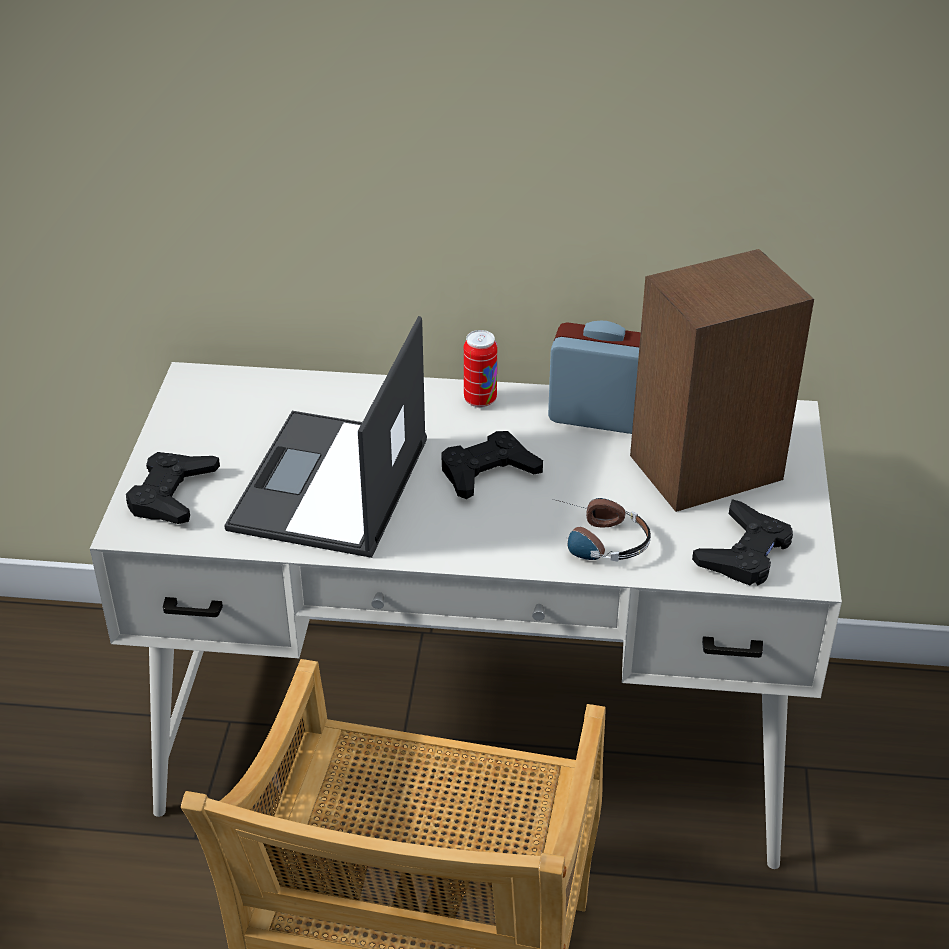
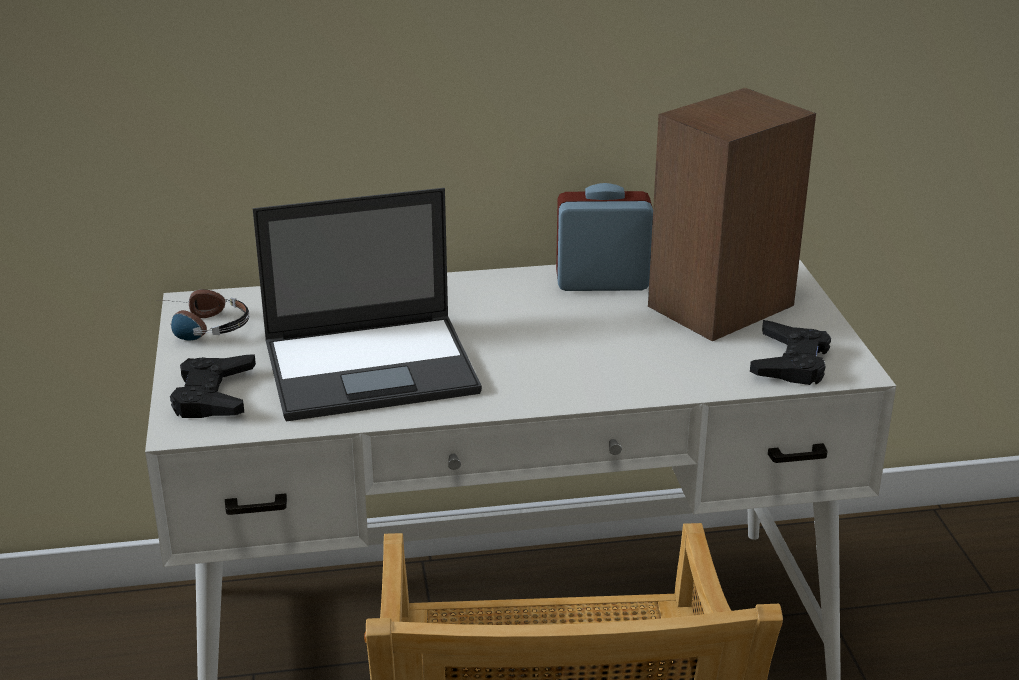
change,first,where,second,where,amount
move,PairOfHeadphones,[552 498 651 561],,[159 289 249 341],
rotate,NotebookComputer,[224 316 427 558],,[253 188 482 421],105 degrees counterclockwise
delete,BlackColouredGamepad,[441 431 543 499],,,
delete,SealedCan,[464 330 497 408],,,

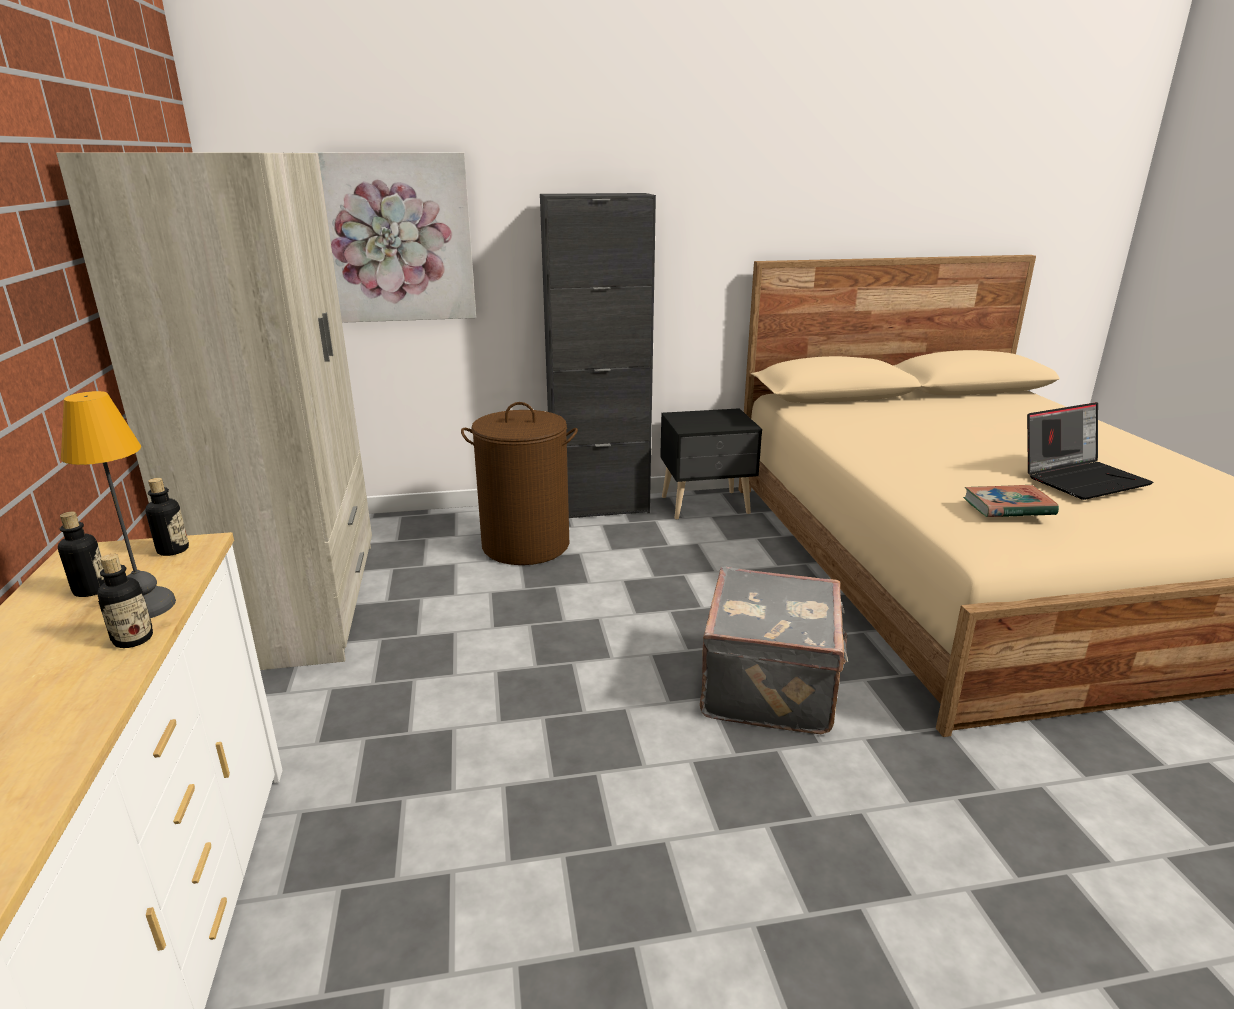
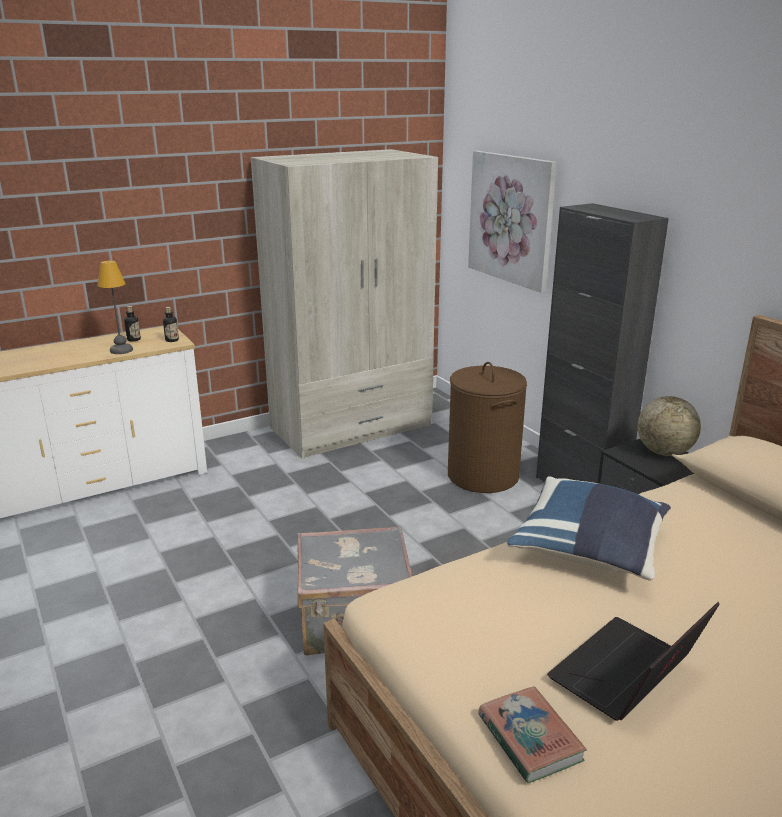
change,first,where,second,where,amount
move,BoundBook,[963 485 1059 517],,[478 686 587 784],
insert,,,BlueColouredThrowPillow,[507 476 671 581],
rotate,NotebookComputer,[1027 402 1153 500],,[547 602 720 721],90 degrees clockwise
insert,,,Globe,[637 396 701 456],
delete,DrinkBottle,[97 554 153 648],,,

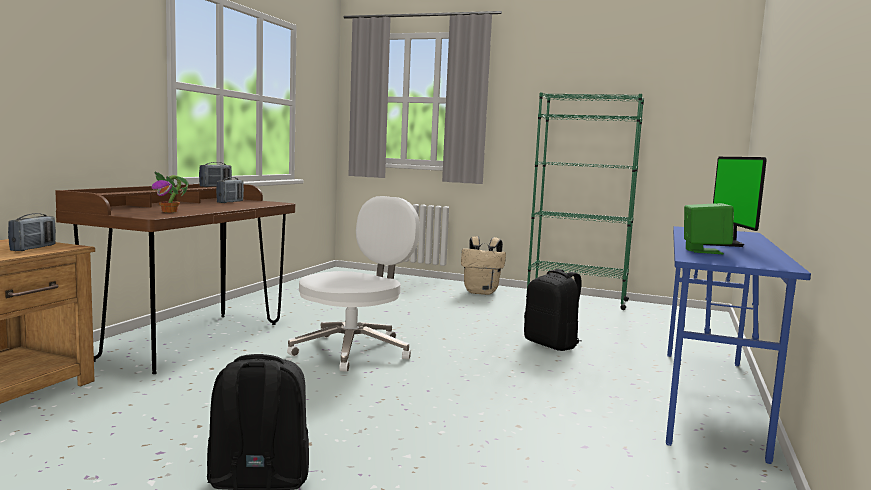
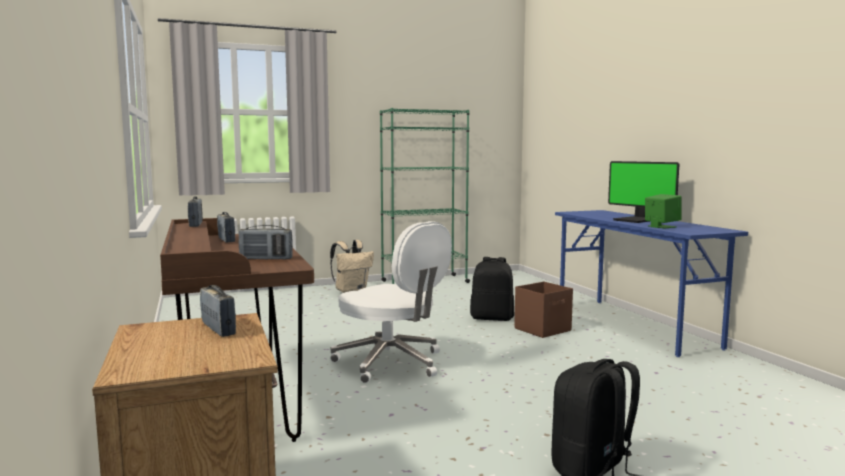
change,first,where,second,where,amount
replace,PlantInAPot,[151 171 189 213],RadioSet,[239 225 293 260],
rotate,WhitishComputerChair,[287 196 420 372],,[330 221 452 383],135 degrees clockwise
insert,,,BrownStorageBin,[514 282 573 338],

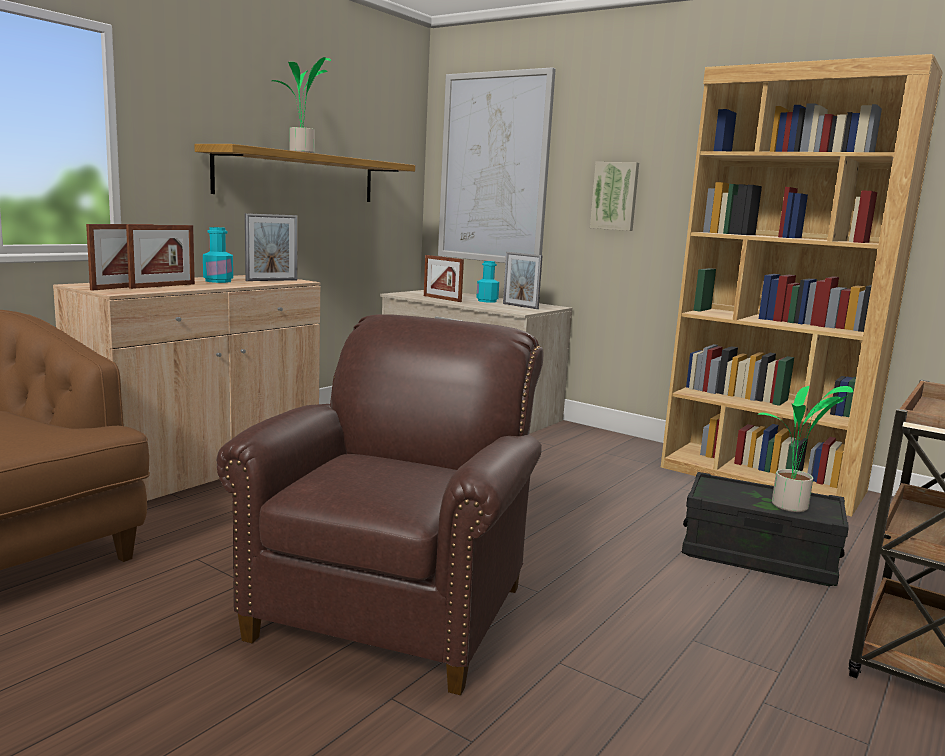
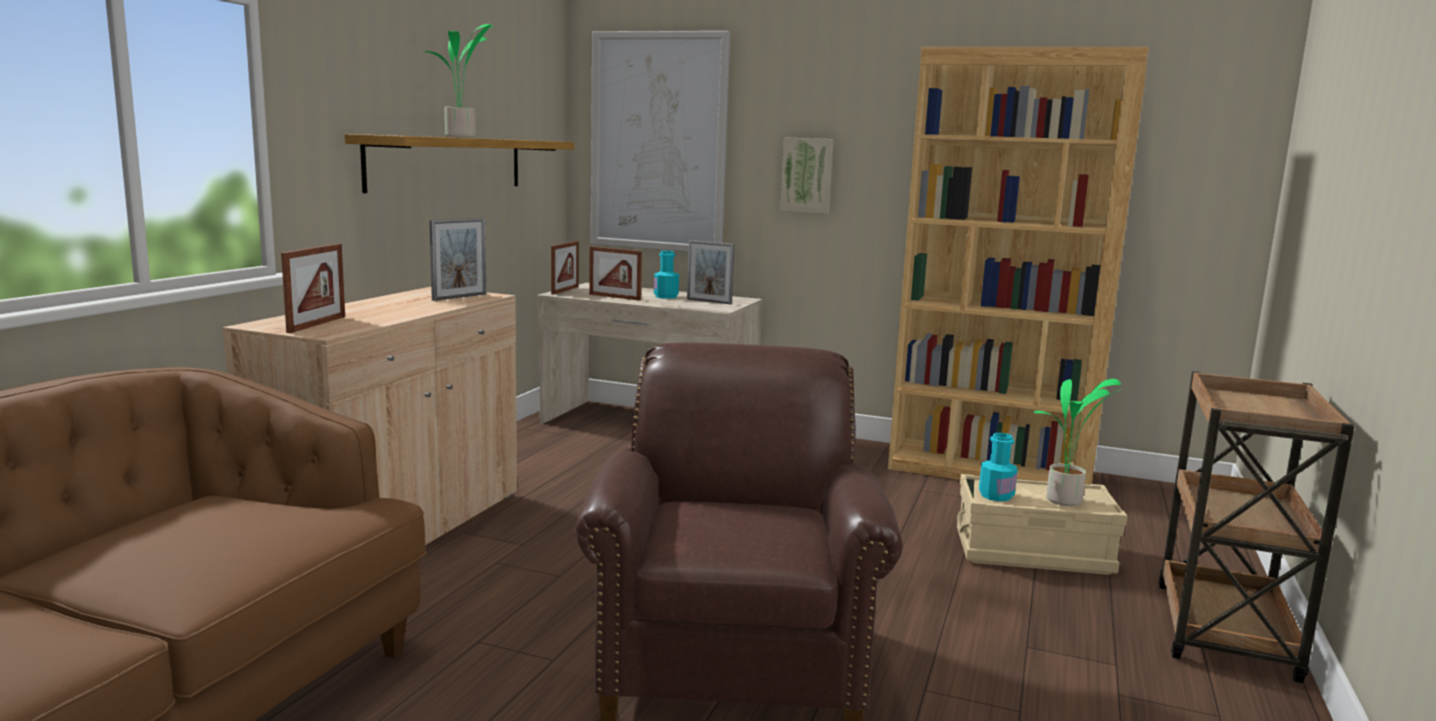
change,first,where,second,where,amount
move,PictureFrame,[126 225 195 289],,[551 241 579 295],
recolor,BlackColouredStorageBin,[682 472 849 586],SandColouredStorageBin,[957 474 1127 575],
move,TurquoiseDrinkBottle,[203 227 233 283],,[979 433 1018 501],

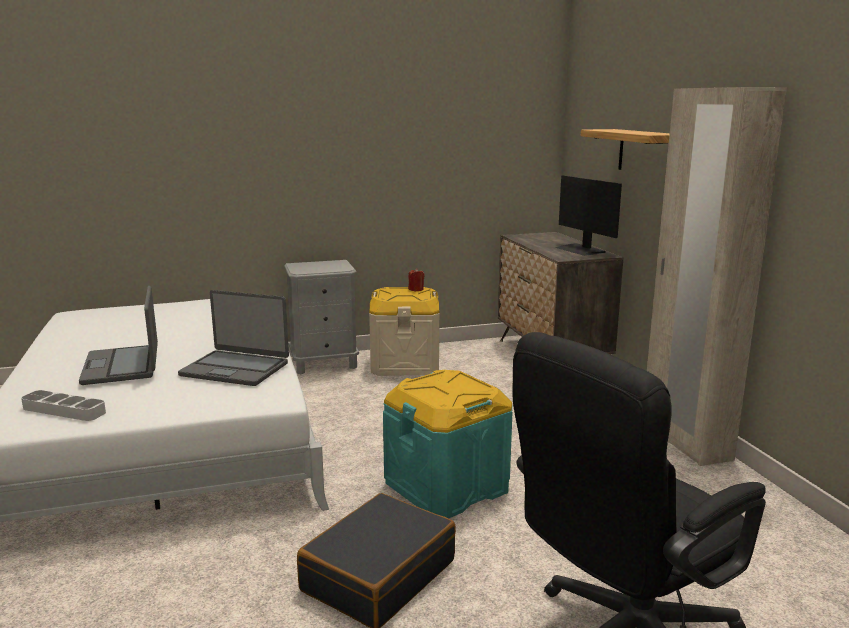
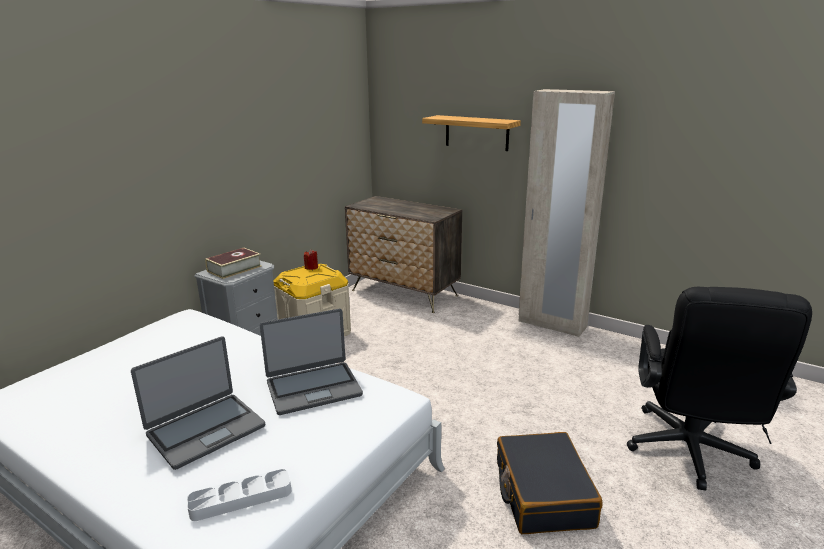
change,first,where,second,where,amount
rotate,NotebookComputer,[79 286 158 385],,[131 336 265 470],75 degrees counterclockwise
insert,,,BoundBook,[205 248 262 279],
delete,TurquoiseStorageBin,[383 370 512 518],,,
delete,Monitor,[555 175 622 256],,,

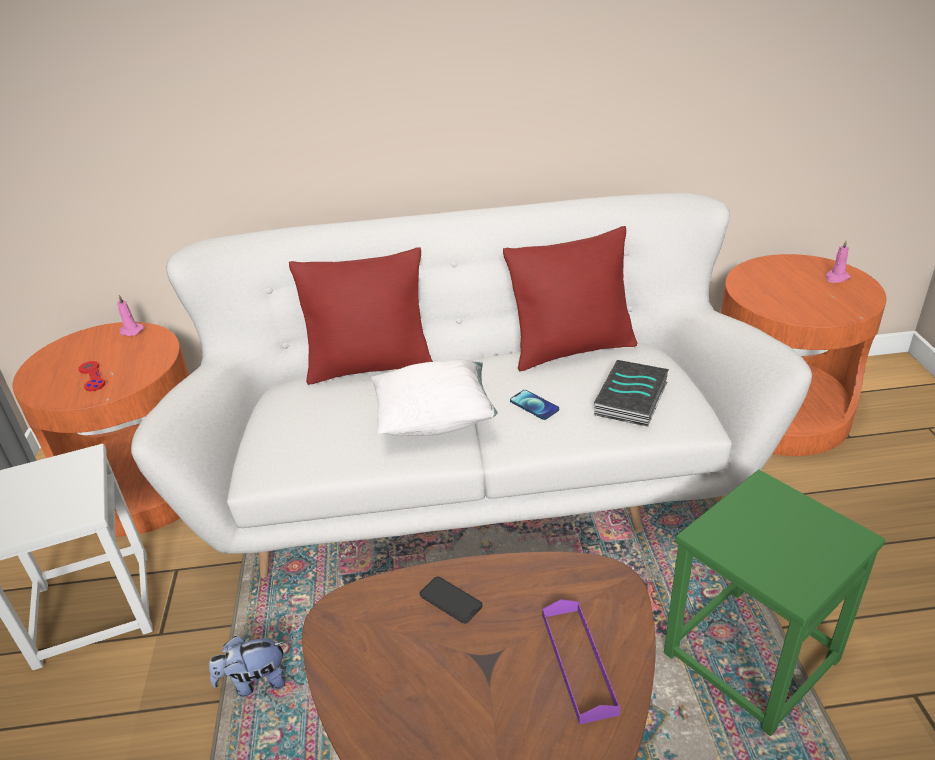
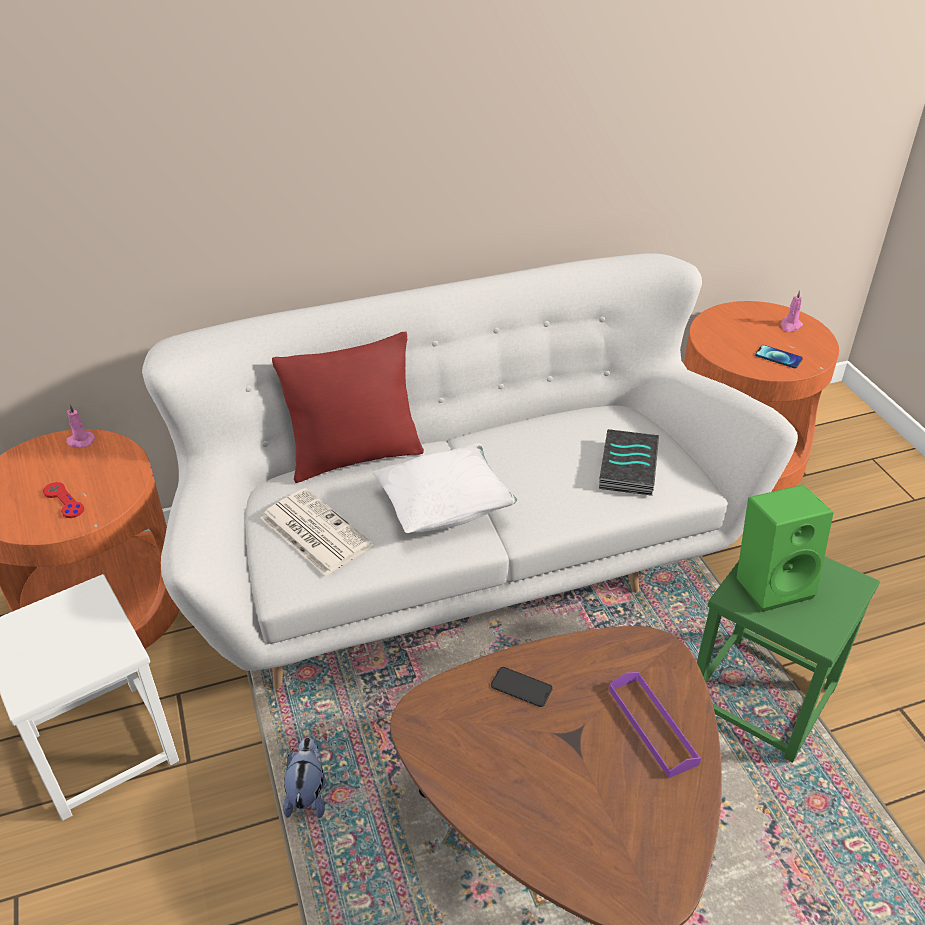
change,first,where,second,where,amount
insert,,,Newspaper,[261 488 373 576],
rotate,SoftToy,[209 636 285 697],,[283 737 326 818],120 degrees clockwise
insert,,,GreenishAudioSpeaker,[736 484 834 612],
move,Phone,[510 390 559 420],,[755 345 803 368],
delete,RedThrowPillow,[503 226 637 372],,,

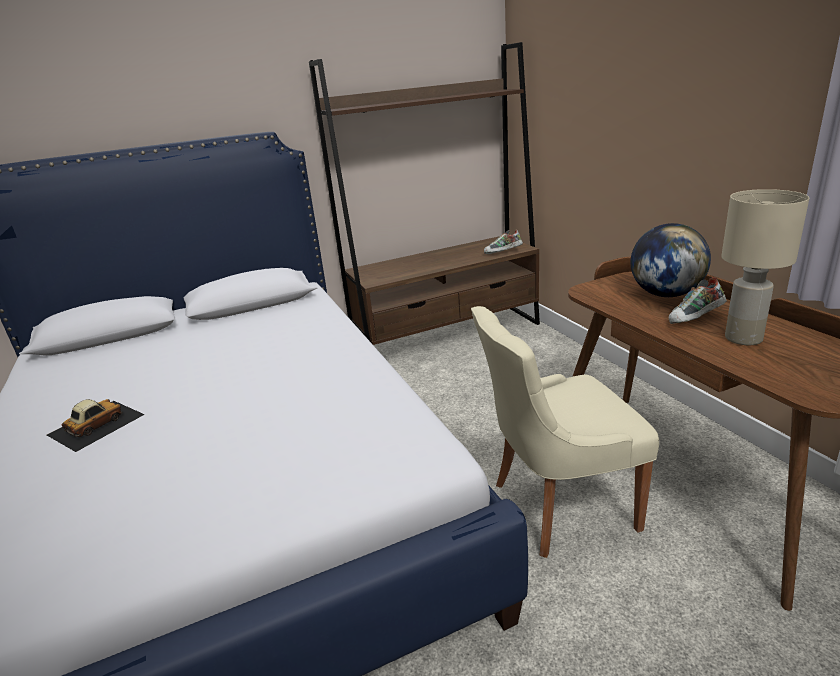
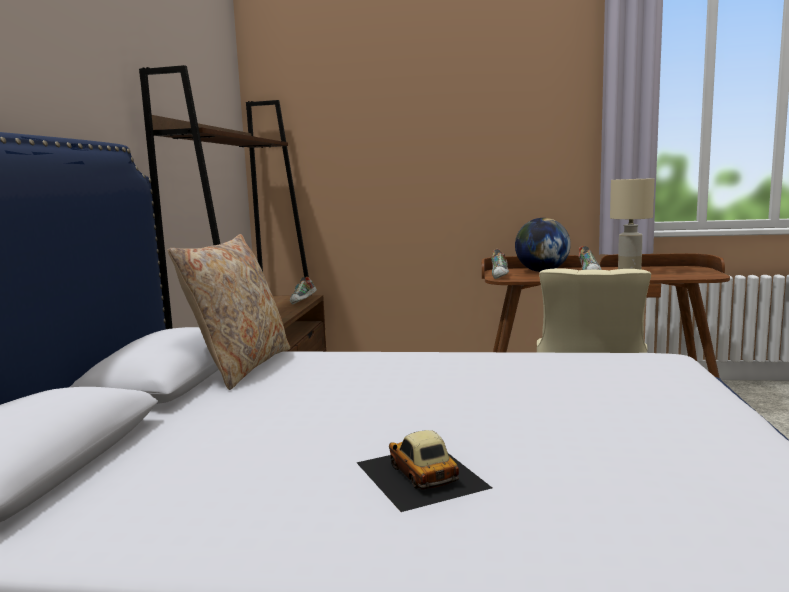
change,first,where,second,where,amount
insert,,,SandColouredThrowPillow,[168 234 291 390],
insert,,,Shoe,[491 249 509 279],

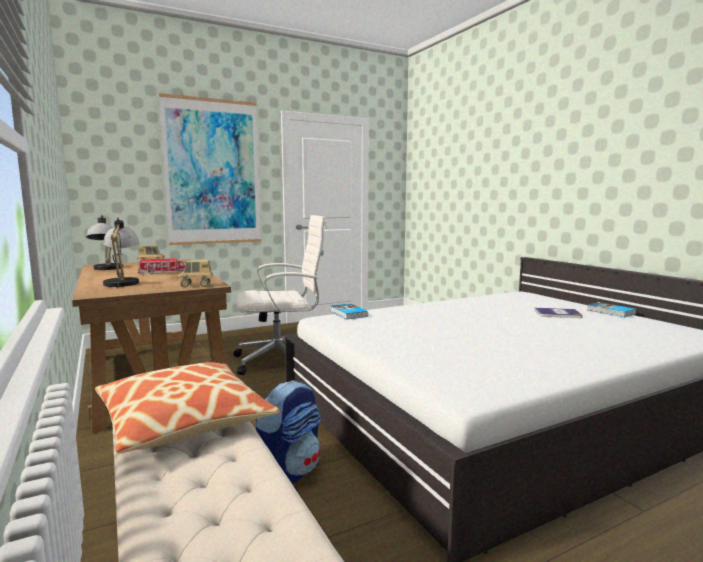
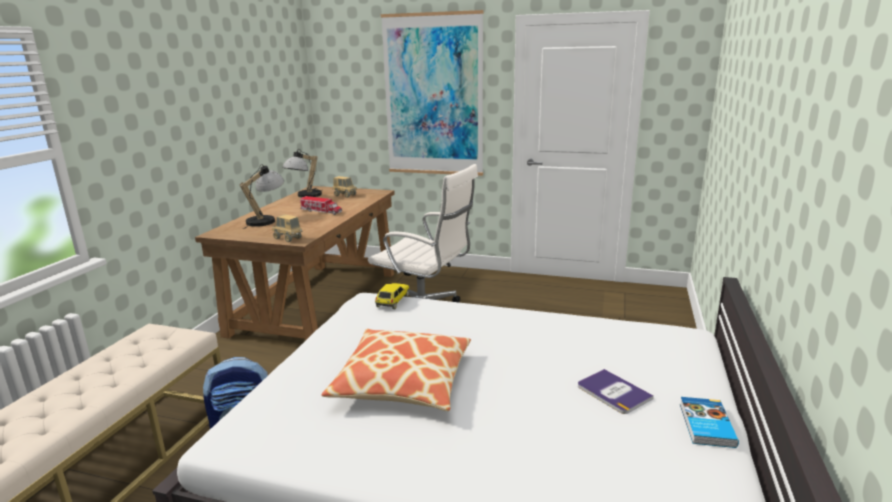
change,first,where,second,where,amount
move,ThrowPillow,[95 362 280 454],,[322 329 471 411],
replace,BoundBook,[331 304 368 320],ToyCar,[375 283 409 309],

